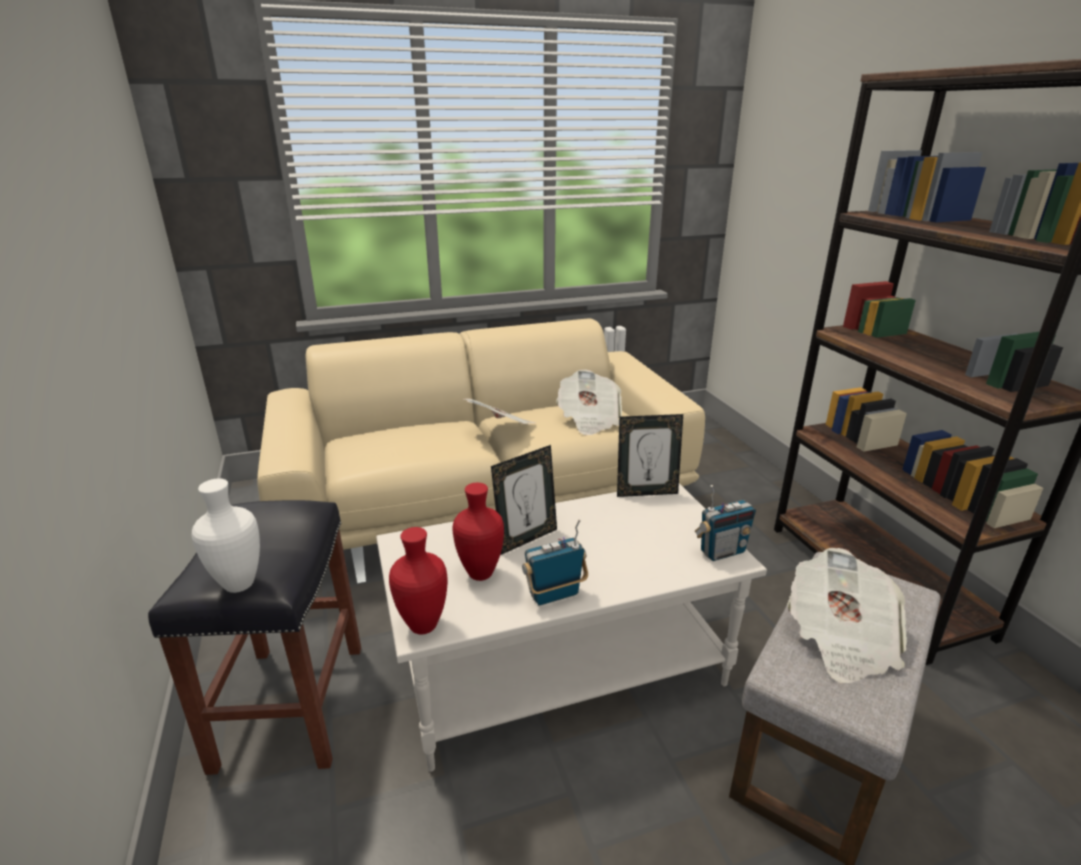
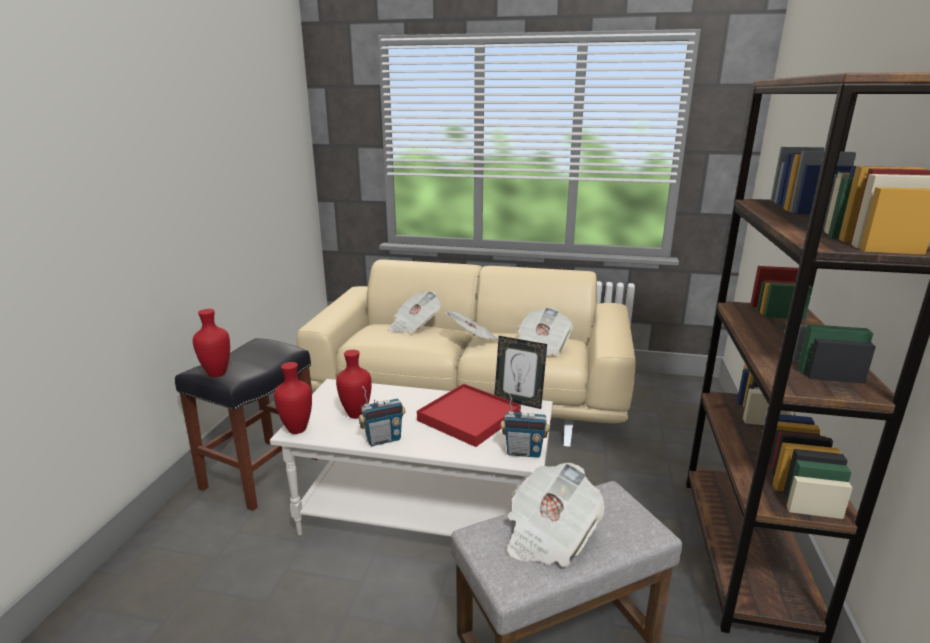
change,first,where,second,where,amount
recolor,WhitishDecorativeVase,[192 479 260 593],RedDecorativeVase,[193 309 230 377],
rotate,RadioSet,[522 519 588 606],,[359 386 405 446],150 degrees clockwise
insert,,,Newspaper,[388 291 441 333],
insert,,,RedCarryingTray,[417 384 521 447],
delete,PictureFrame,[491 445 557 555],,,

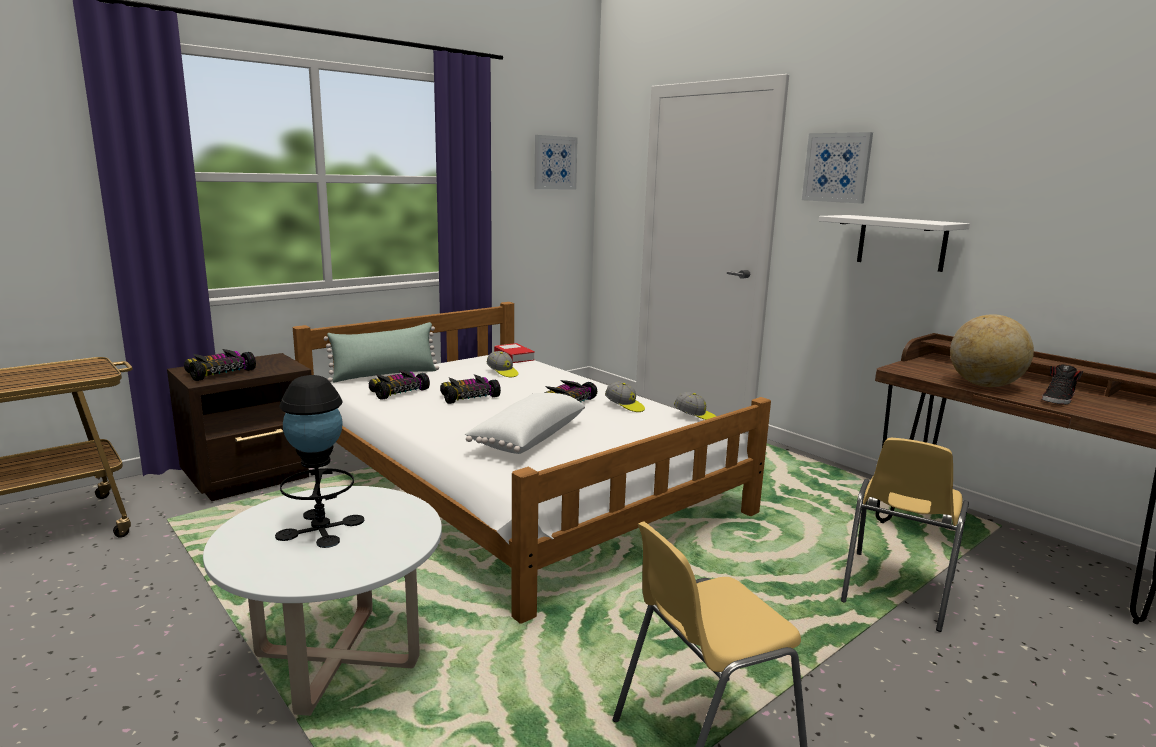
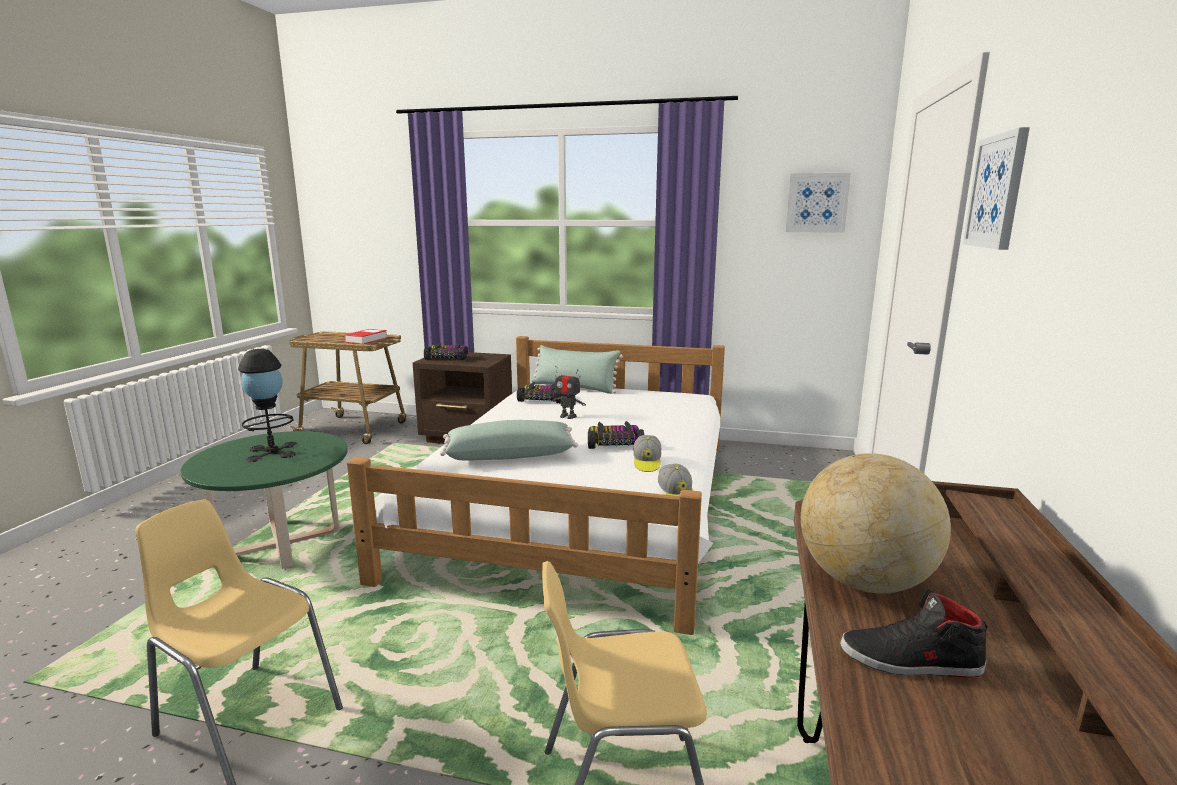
change,first,where,second,where,amount
recolor,WhitishLoungeTable,[203 486 442 716],GreenishLoungeTable,[181 431 348 569],
move,BoundBook,[494 343 535 363],,[344 329 387 344],
recolor,WhitishThrowPillow,[465 393 585 454],GreenishThrowPillow,[440 420 578 460],
replace,ToyCar,[440 374 501 404],ModelRobot,[551 365 586 419],
delete,PeakedCap,[487 351 518 377],,,
delete,WhitishShelf,[819 215 970 272],,,

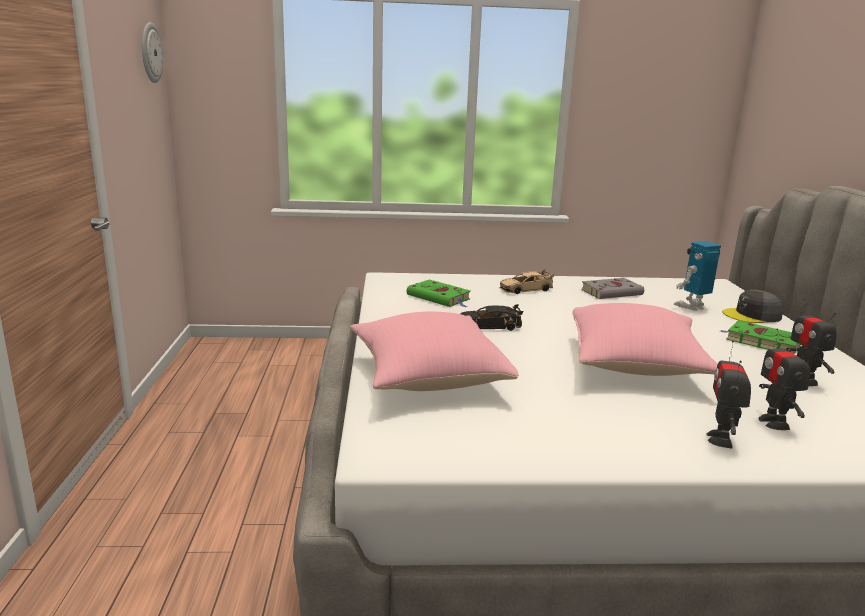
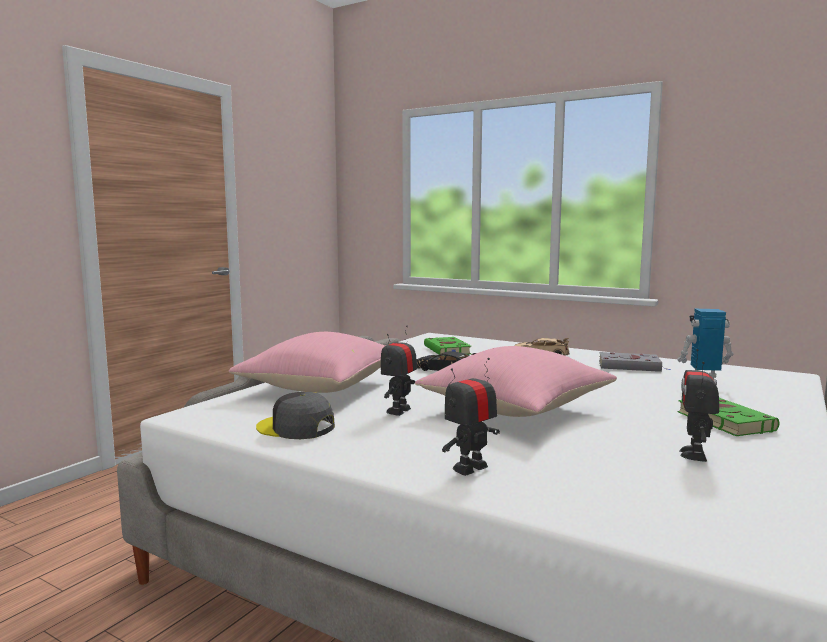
change,first,where,second,where,amount
move,GreyishPeakedCap,[722 290 783 323],,[256 392 335 439],
move,ModelRobot,[758 328 810 430],,[381 326 417 416],
delete,HangingClock,[142 22 163 83],,,

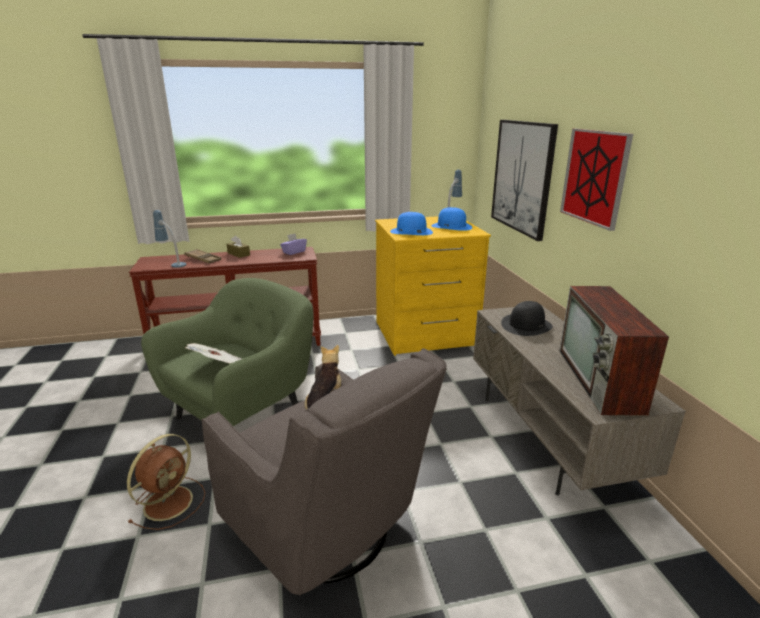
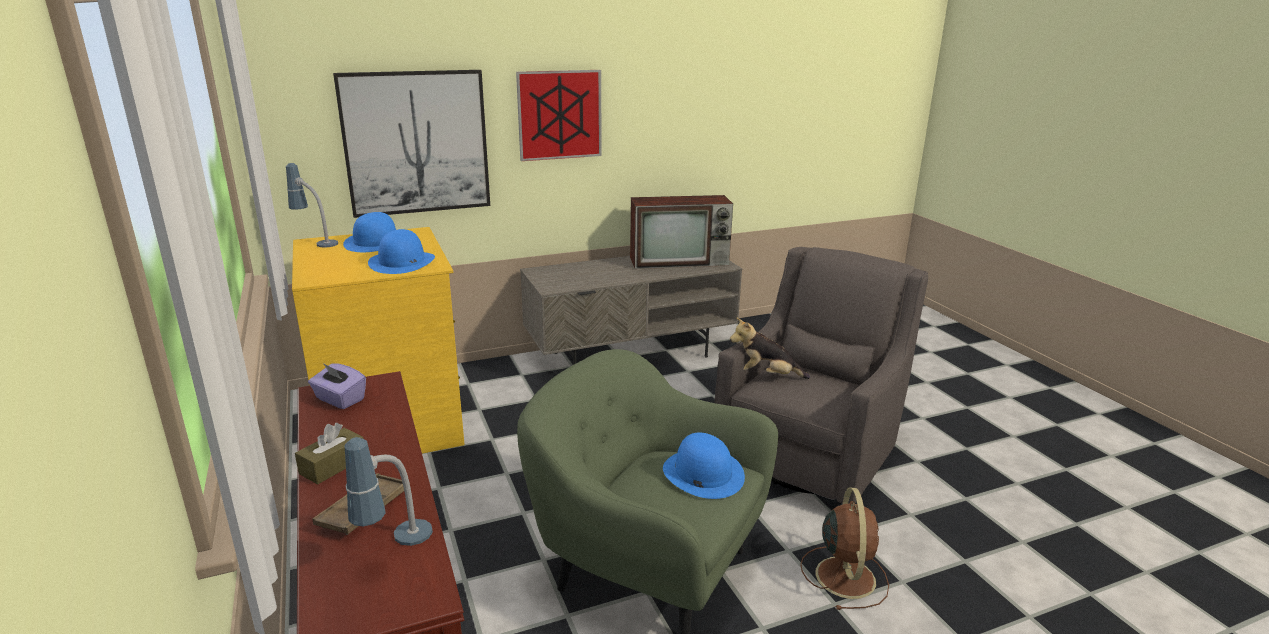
change,first,where,second,where,amount
replace,Newspaper,[185 343 242 363],BlueColouredHat,[663 433 745 499],
rotate,BrownElectricFan,[127 434 205 530],,[800 487 889 610],75 degrees clockwise
delete,BlackColouredHat,[501 301 553 336],,,

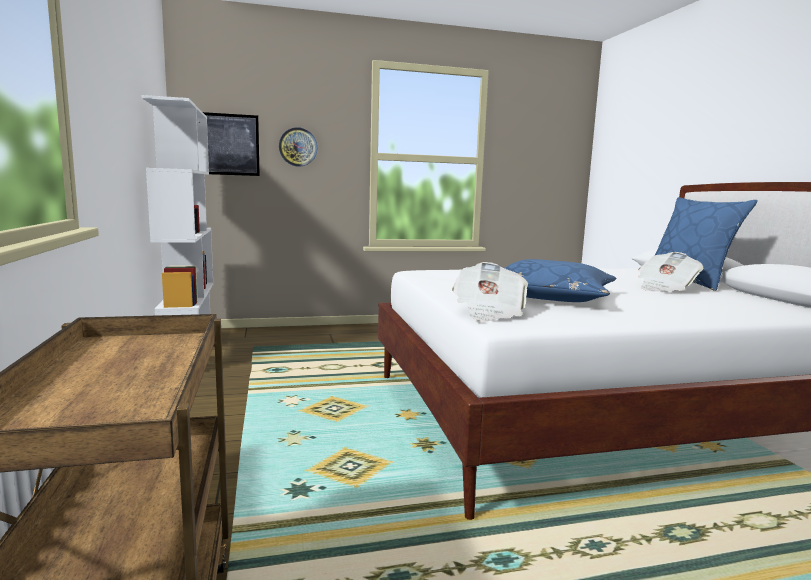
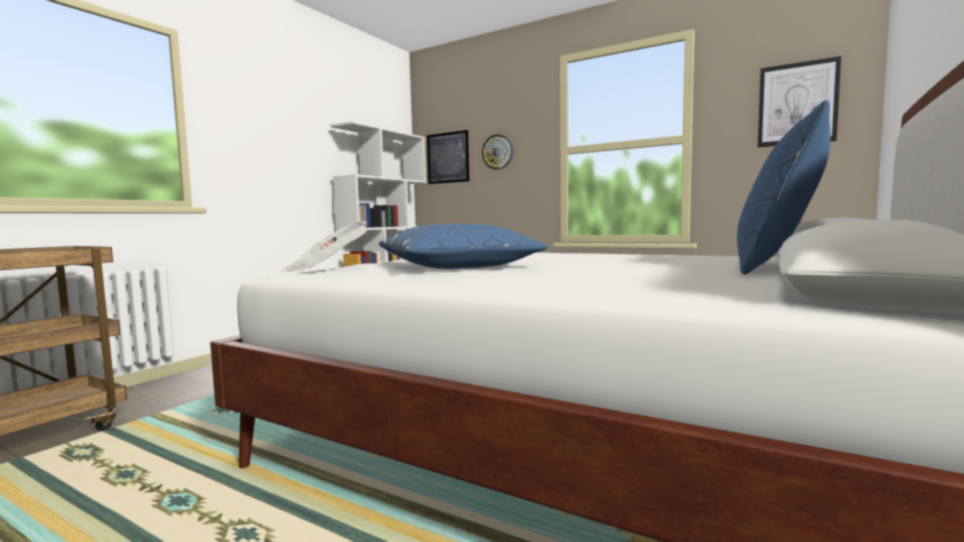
change,first,where,second,where,amount
insert,,,WallPicture,[758 56 841 147],
delete,Newspaper,[638 252 703 291],,,

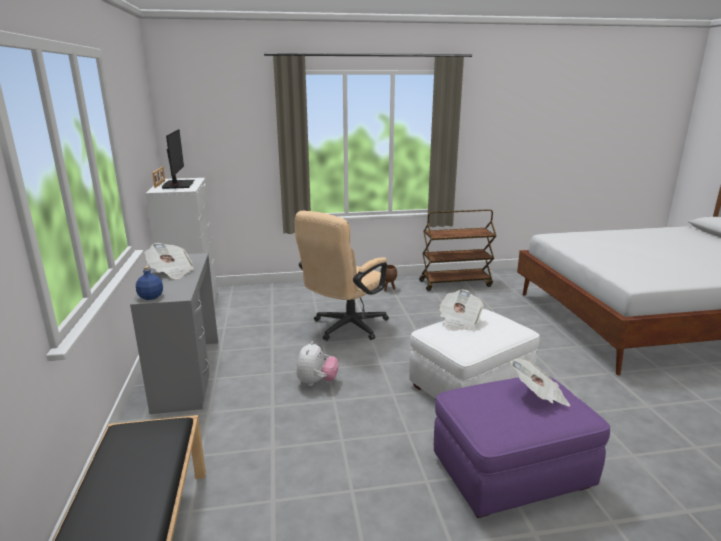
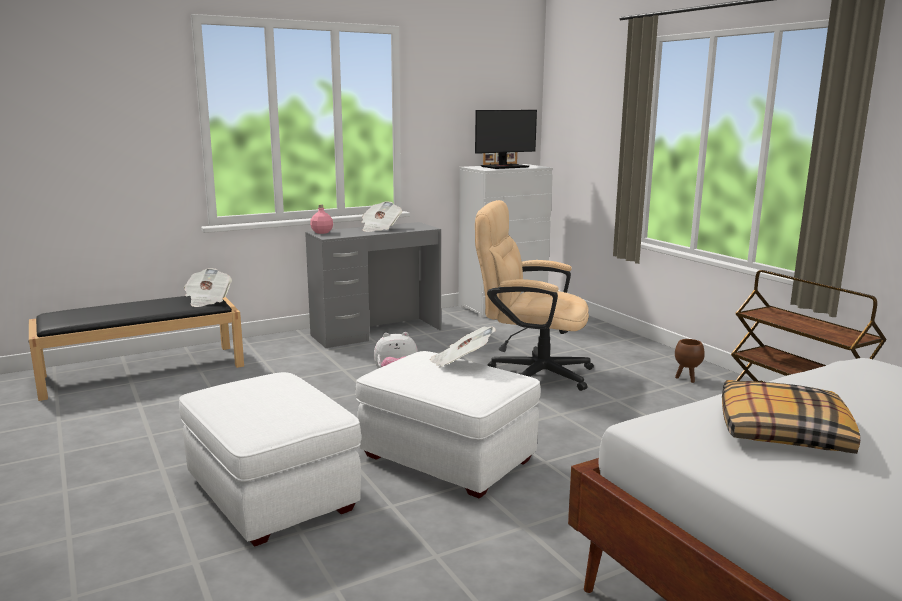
change,first,where,second,where,amount
recolor,PurpleColouredPouffe,[434 375 610 518],WhitishPouffe,[179 372 361 547],
move,Newspaper,[510 359 571 406],,[184 268 232 307],
recolor,BlueColouredDrinkBottle,[136 266 163 300],PinkishDrinkBottle,[310 205 333 234],
insert,,,ThrowPillow,[722 380 860 454],

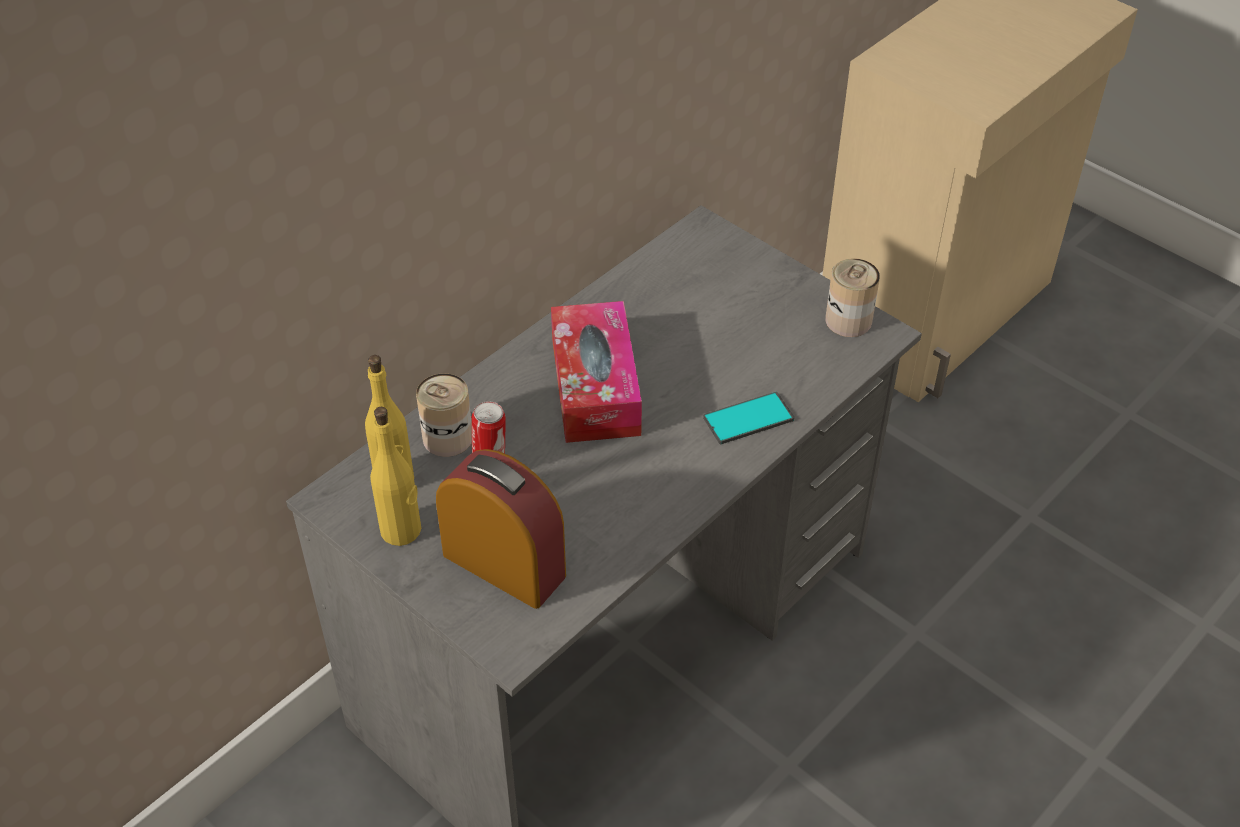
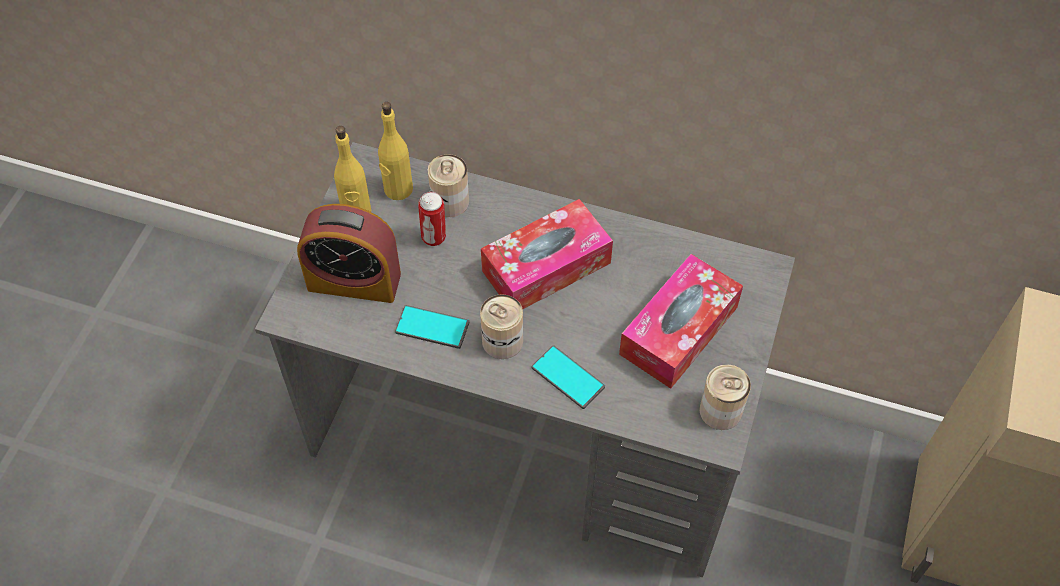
change,first,where,second,where,amount
rotate,BedsideClock,[436 449 566 609],,[297 204 401 303],90 degrees clockwise
insert,,,Phone,[395 305 469 349],
insert,,,SealedCan,[480 294 523 359],
insert,,,TissueHolder,[619 254 743 389],

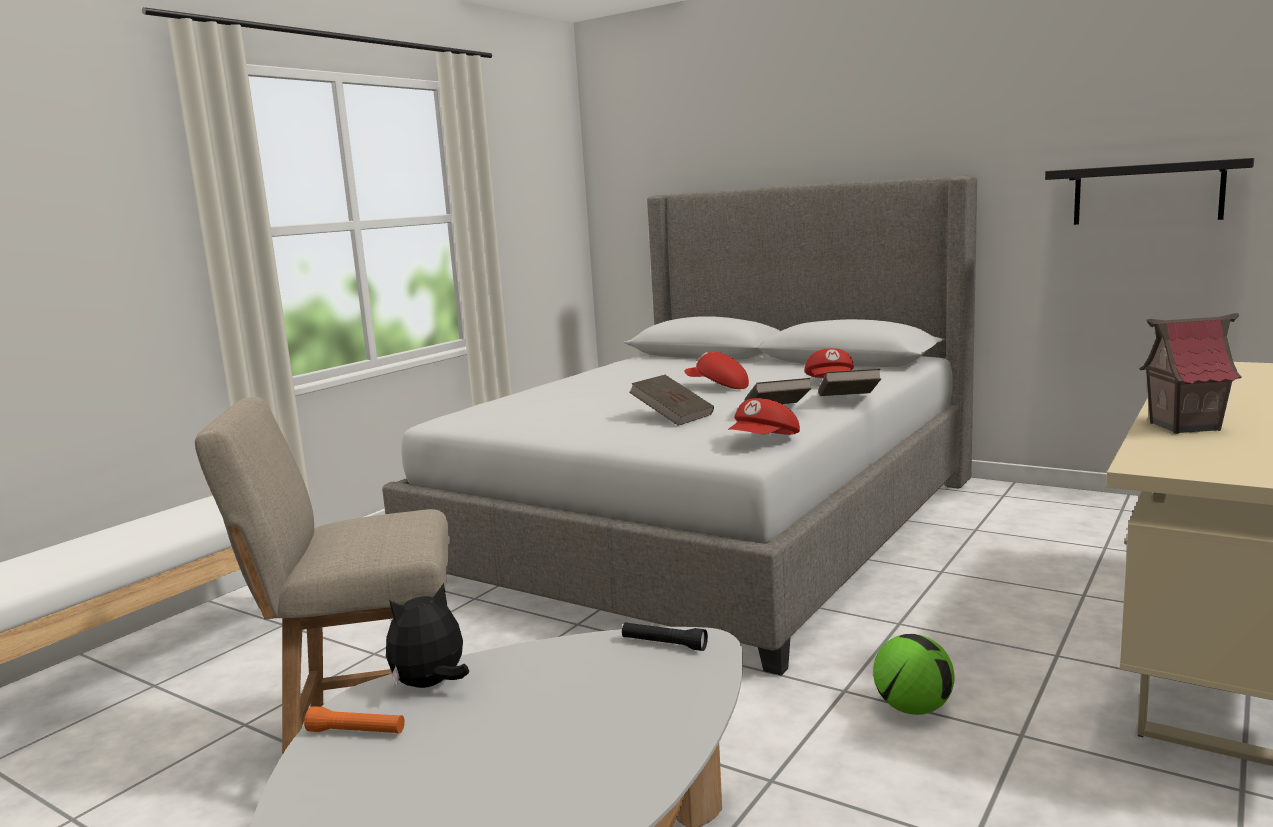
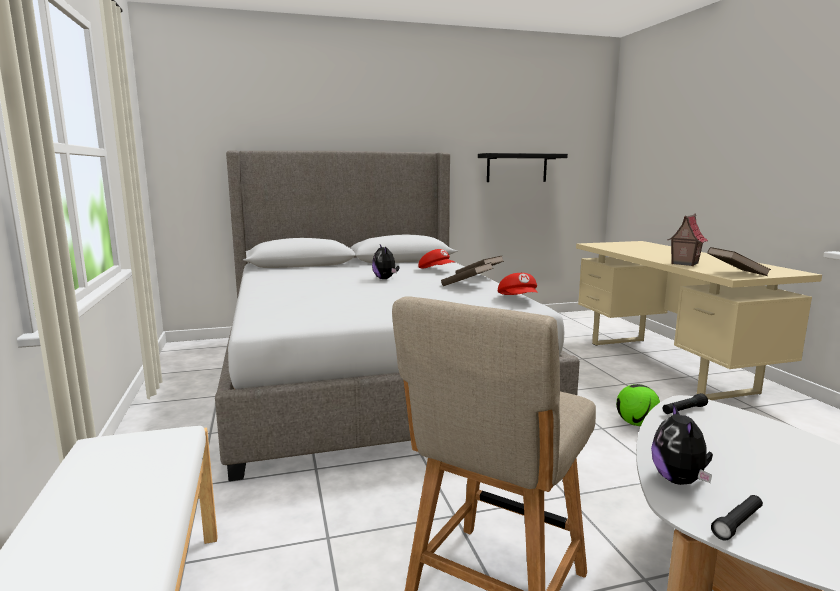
change,first,where,second,where,amount
replace,RedPeakedCap,[684 352 749 389],SoftToy,[372 244 399 279],
move,BrownBoundBook,[629 375 714 426],,[707 247 771 276],
recolor,OrangeFlashlight,[304 706 405 733],BlackColouredFlashlight,[711 495 763 541],

